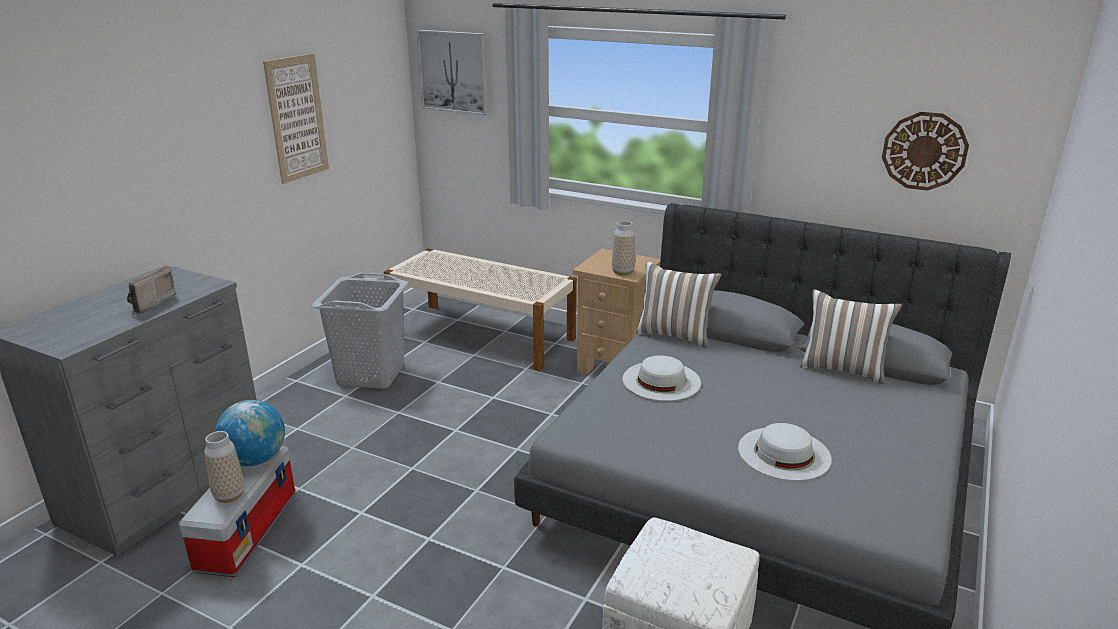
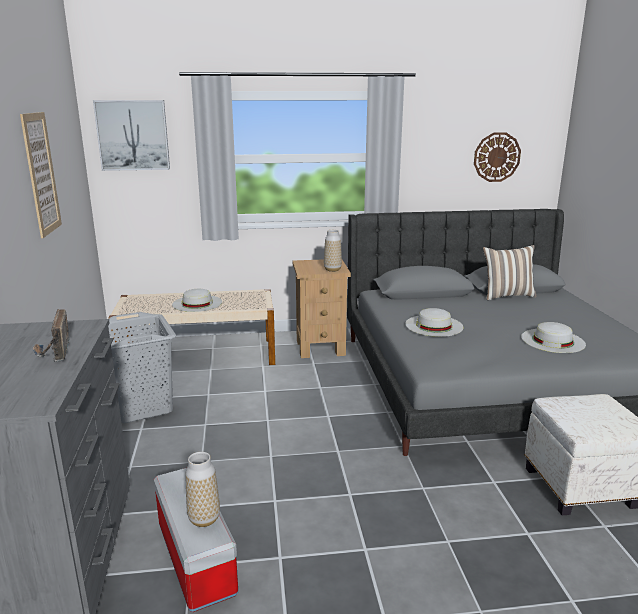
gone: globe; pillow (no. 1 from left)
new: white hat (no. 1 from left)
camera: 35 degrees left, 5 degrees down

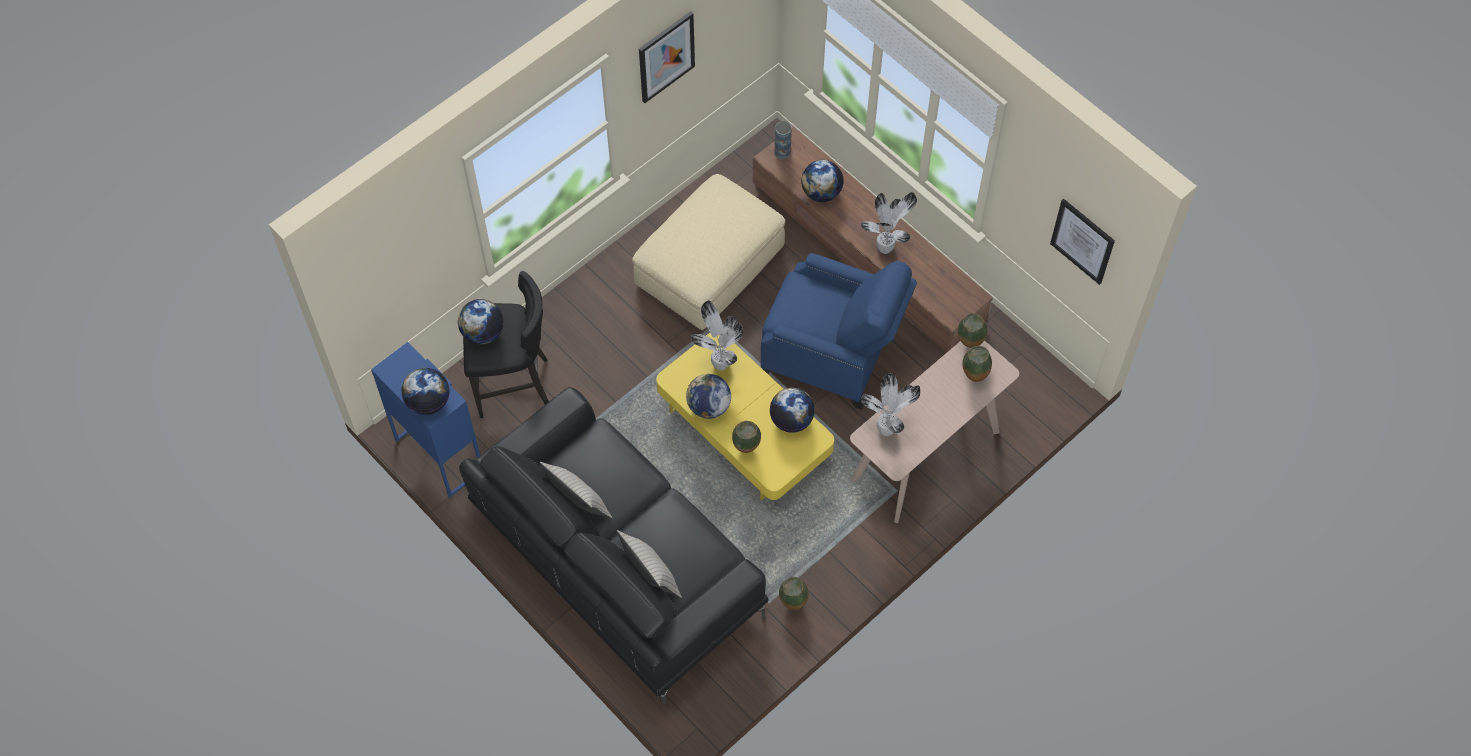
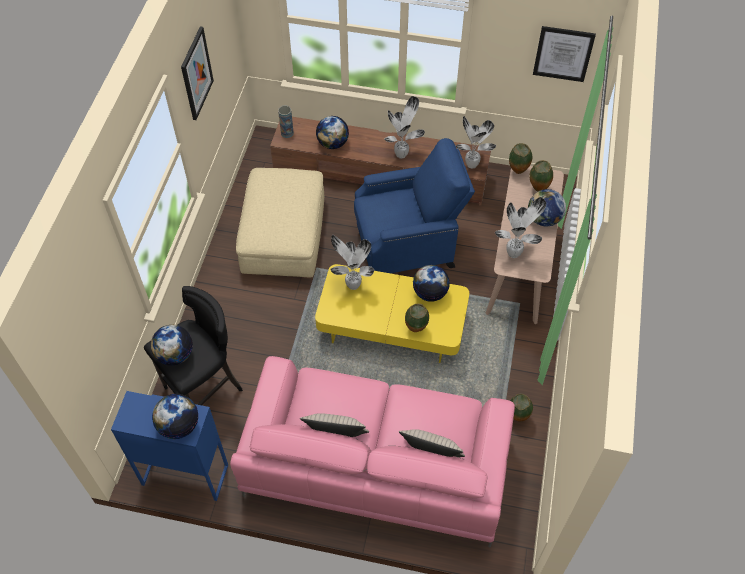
new: potted plant (no. 3 from left)
shifted: globe (no. 3 from left in the first image) to globe (no. 5 from left)
repainted: black sofa to pink sofa
camera: 35 degrees left, 5 degrees down

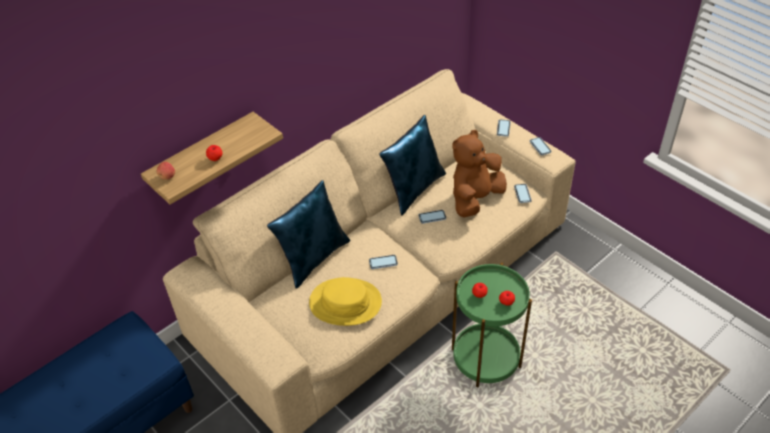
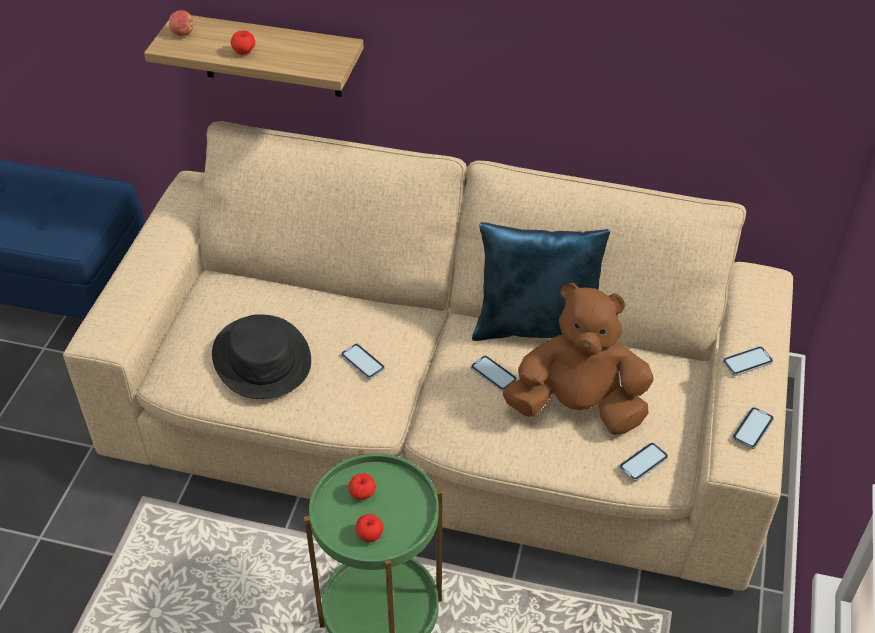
gone: blue pillow (no. 1 from left)
repainted: yellow hat to black hat
camera: 55 degrees right, 0 degrees up

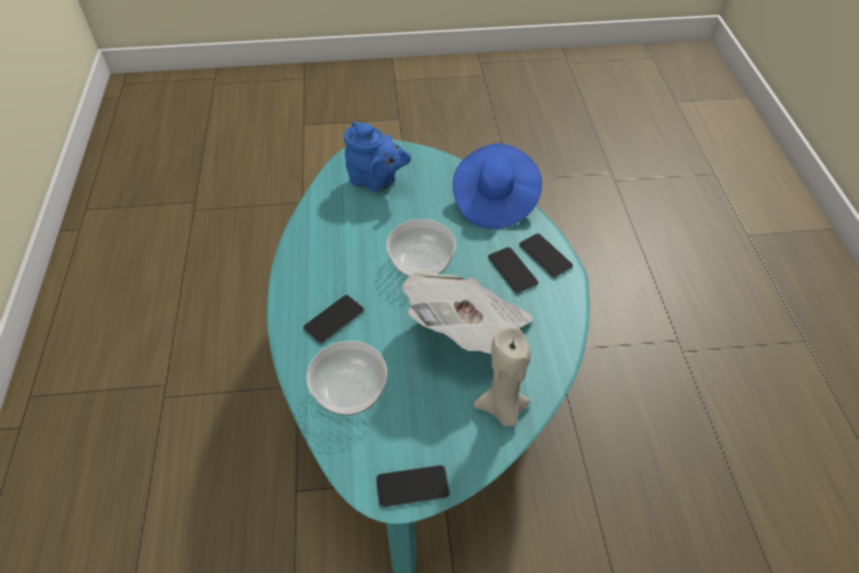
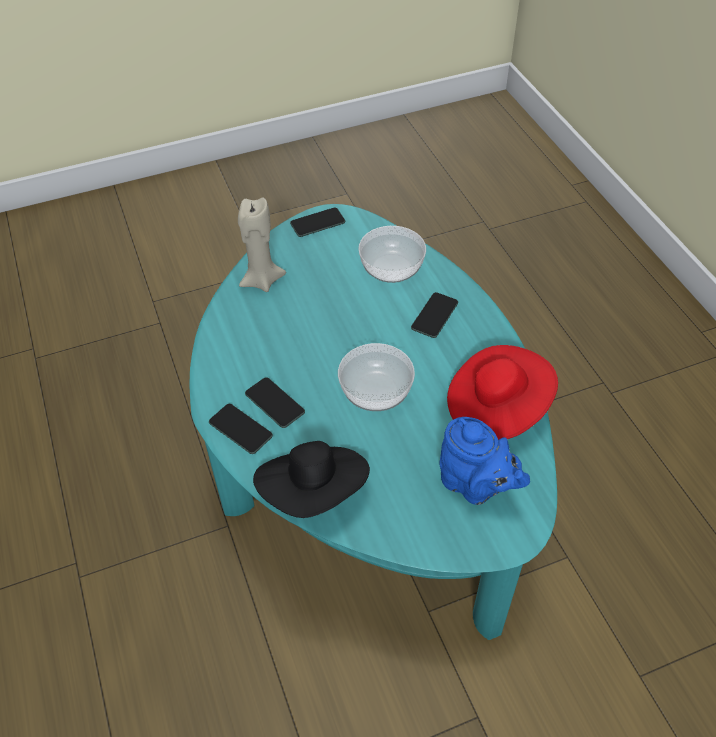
gone: newspaper
new: red hat
repainted: blue hat to black hat
rotated: blue teapot 150 degrees counterclockwise
camera: 165 degrees right, 0 degrees up

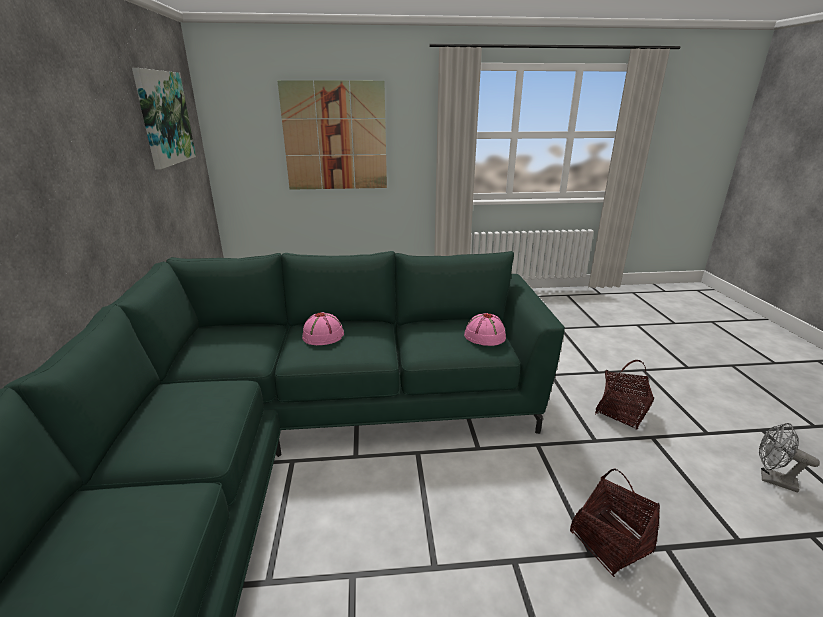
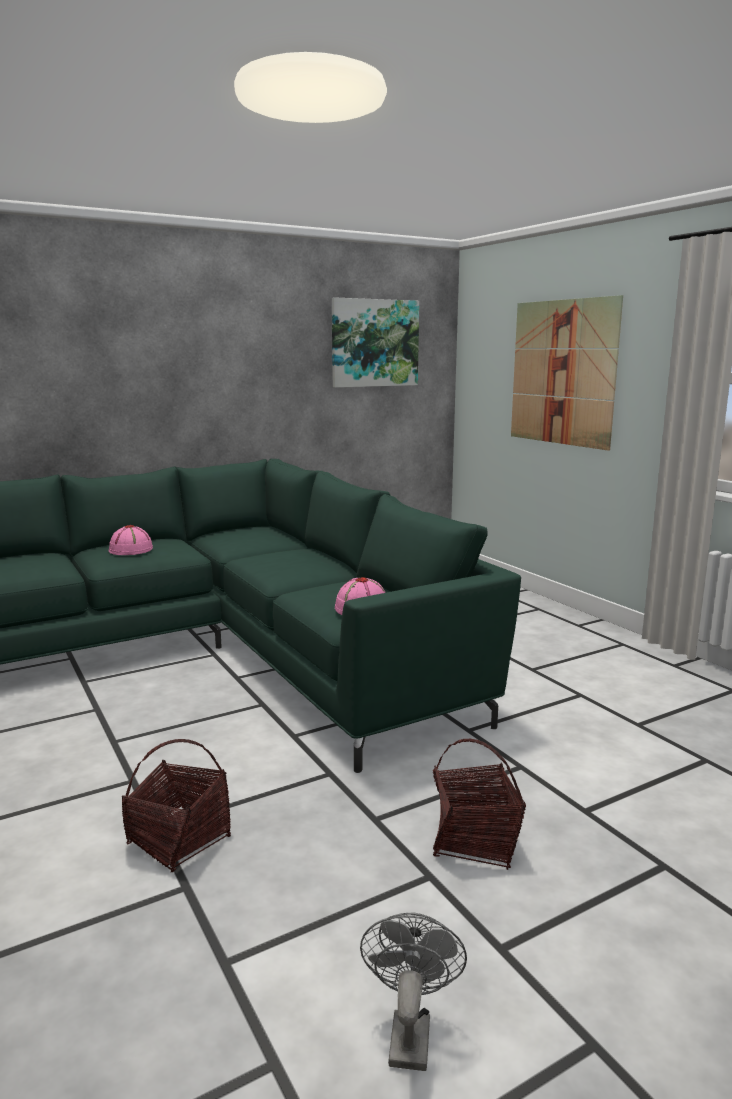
shifted: pink hat (no. 1 from left)
camera: 65 degrees right, 10 degrees down

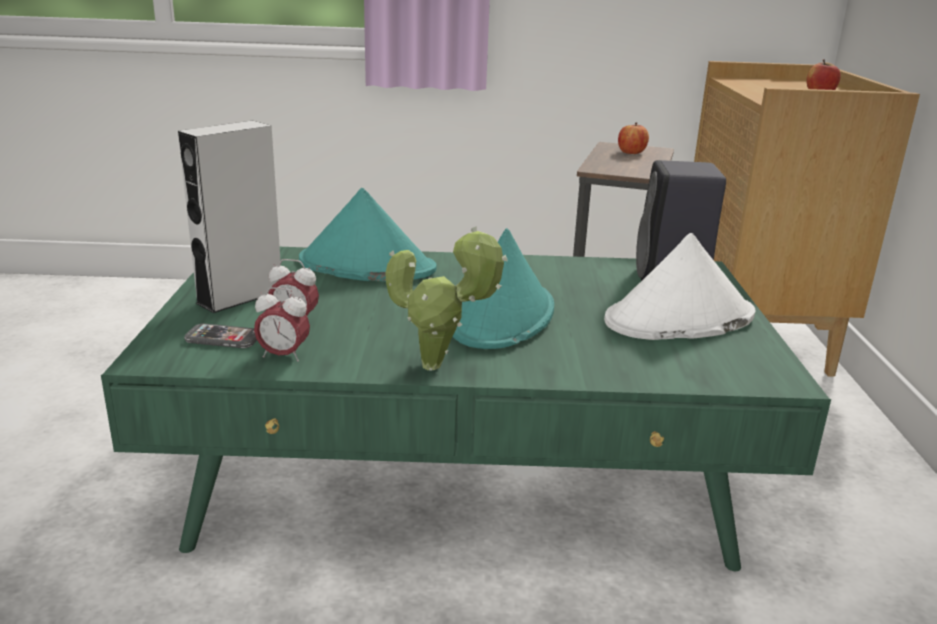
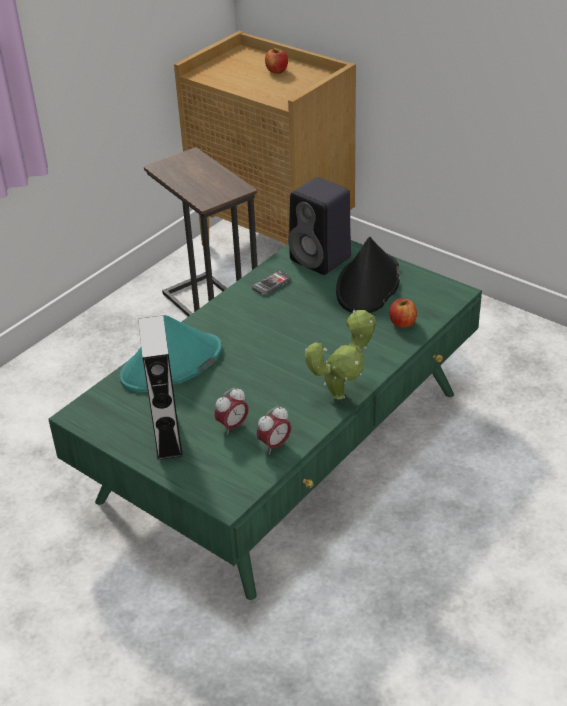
gone: turquoise hat (no. 2 from left)
shifted: phone; apple (no. 1 from left in the first image) to apple (no. 2 from left)
repainted: white hat to black hat
camera: 50 degrees left, 15 degrees up

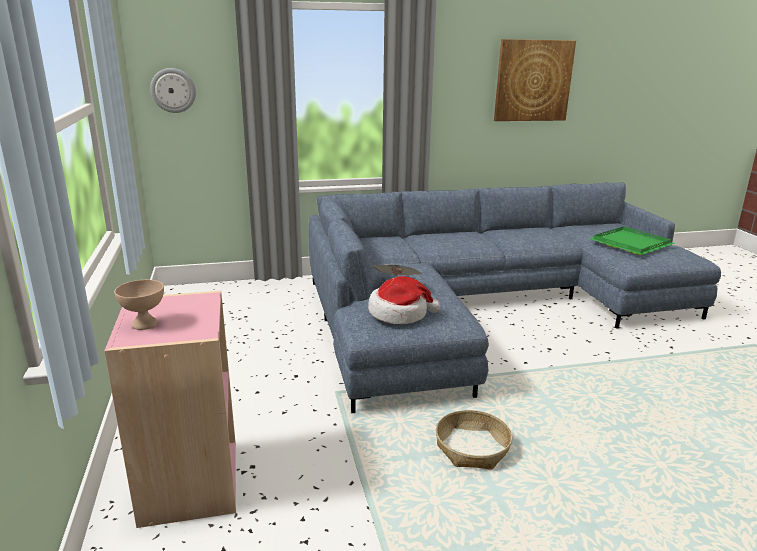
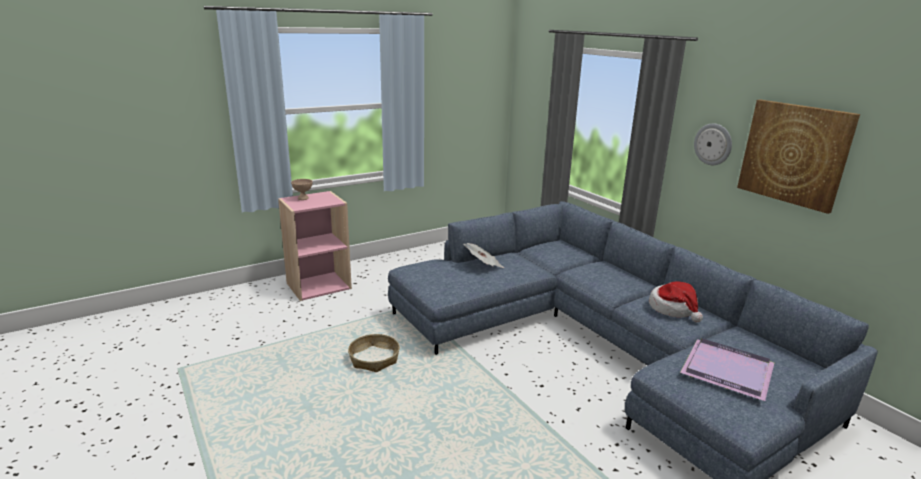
shifted: hat; wall clock
repainted: green tray to purple tray
camera: 70 degrees right, 0 degrees up

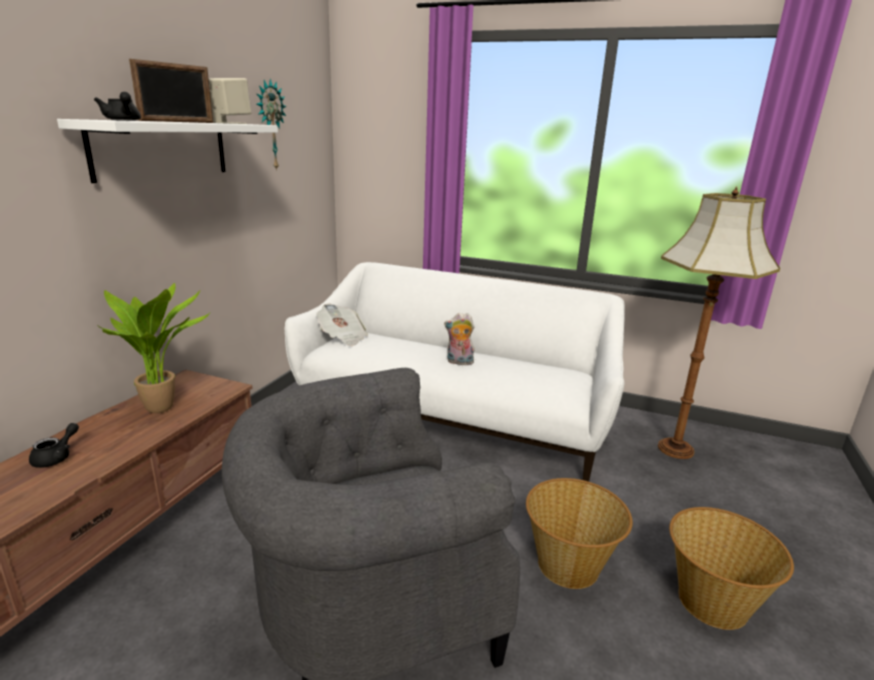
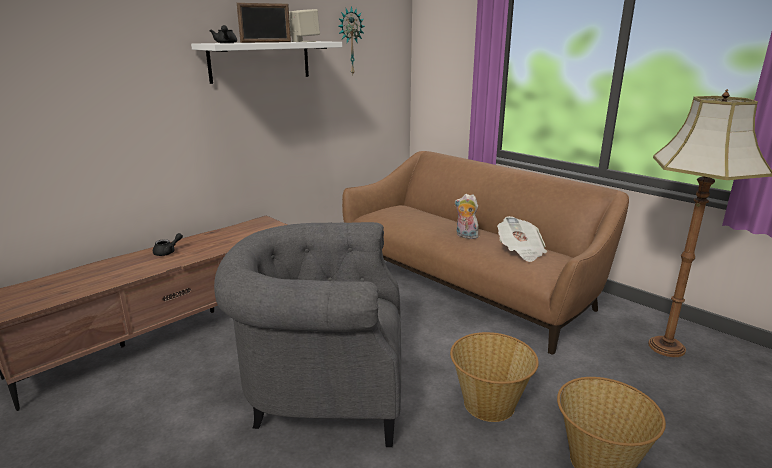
gone: potted plant
shifted: newspaper
repainted: white sofa to brown sofa
camera: 25 degrees right, 0 degrees up

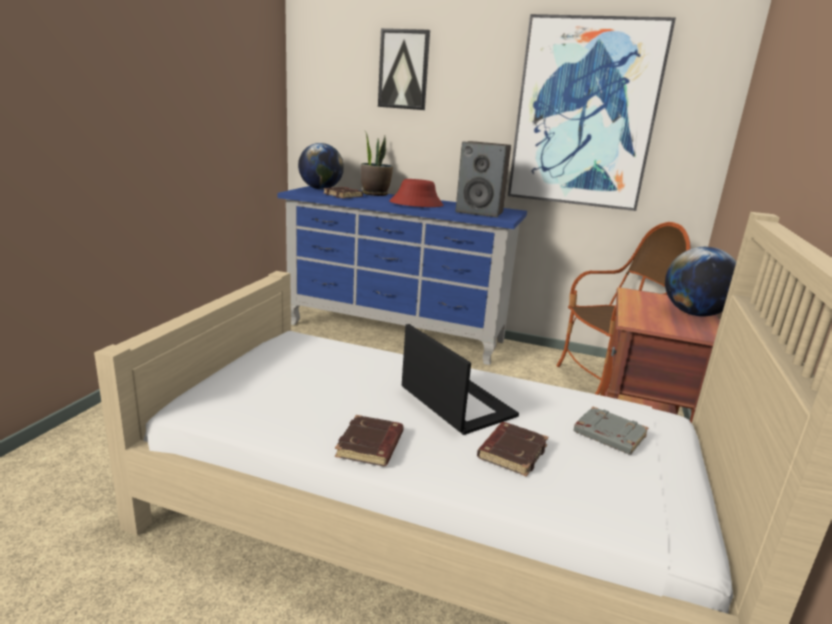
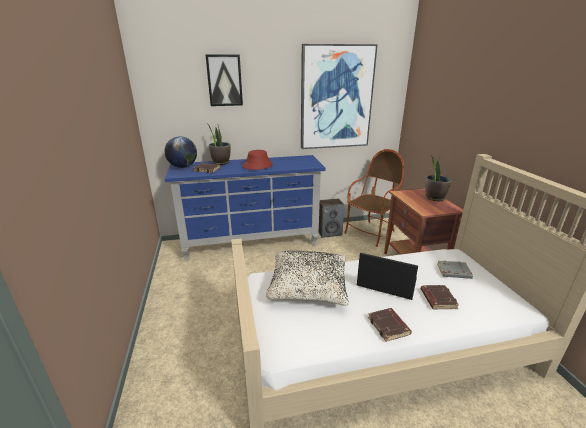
new: beige pillow
shifted: speaker
swapped: globe (no. 2 from left) to potted plant (no. 2 from left)
camera: 30 degrees left, 5 degrees up

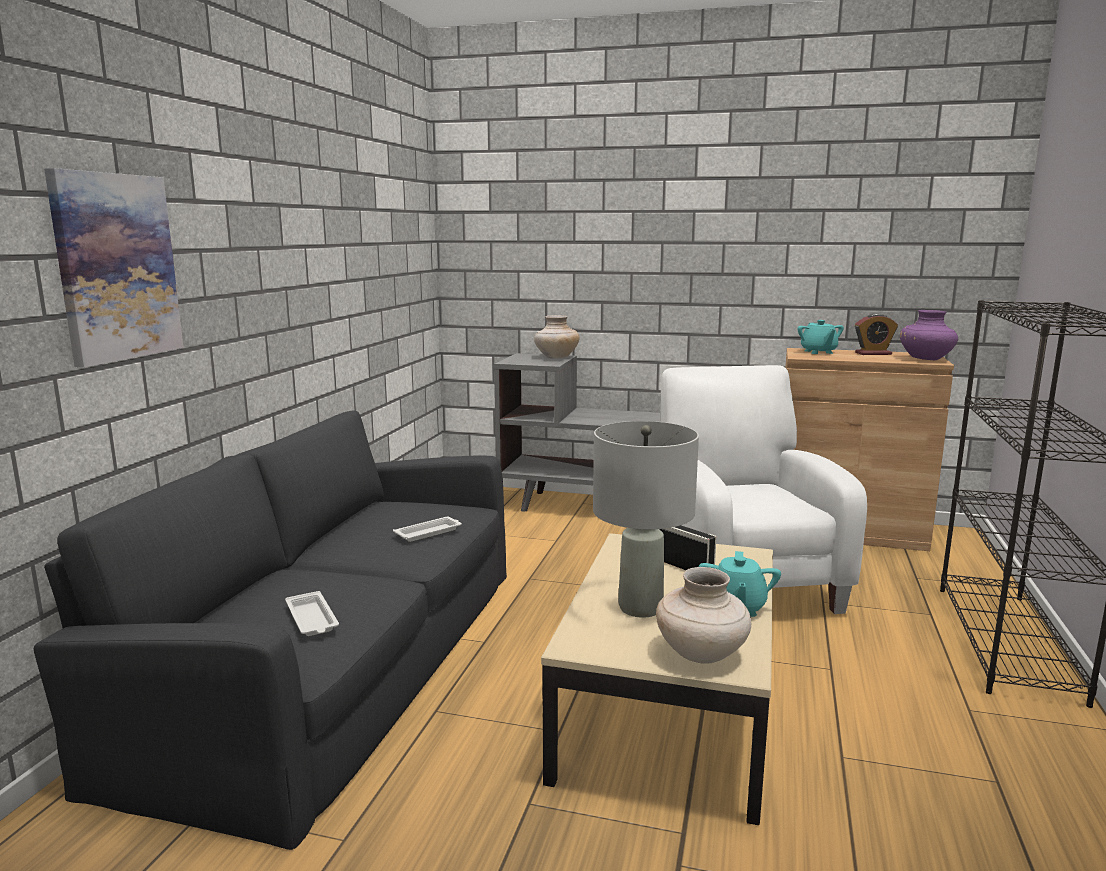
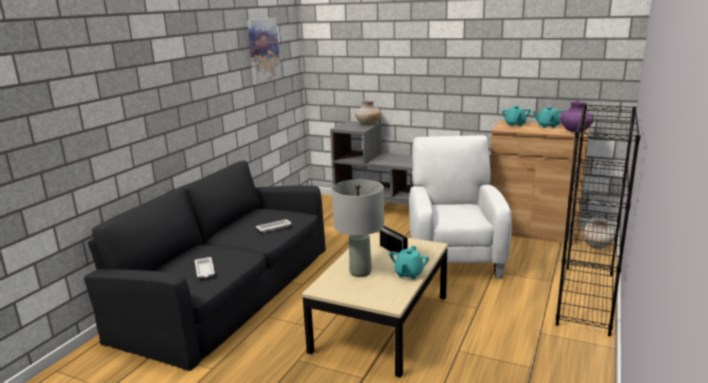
shifted: picture; beige vase (no. 2 from left)
swapped: alarm clock to turquoise teapot (no. 3 from left)
camera: 10 degrees right, 5 degrees up

